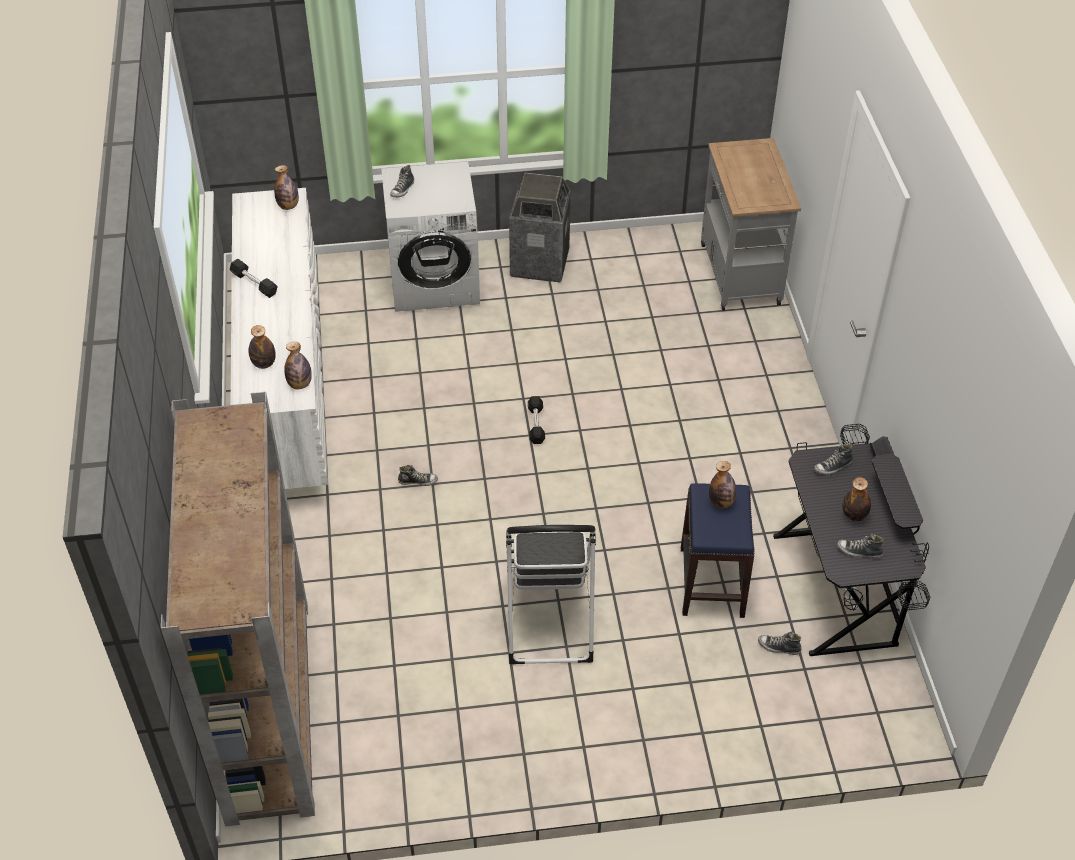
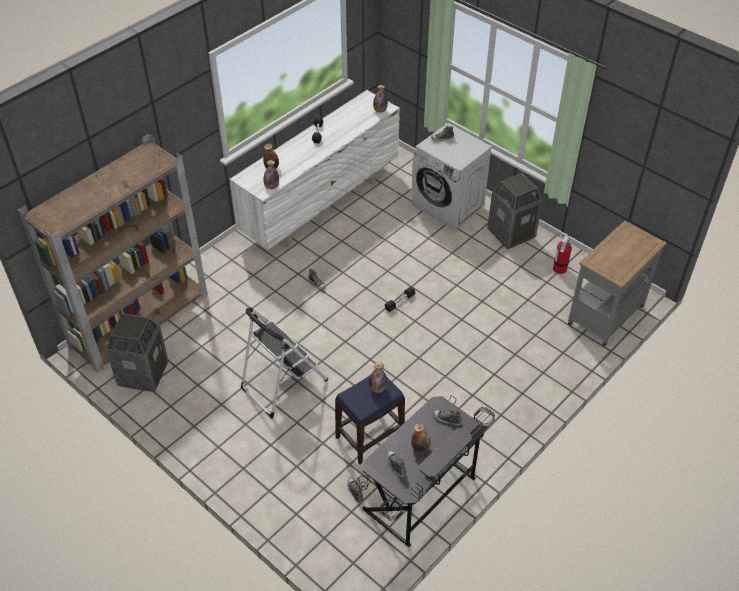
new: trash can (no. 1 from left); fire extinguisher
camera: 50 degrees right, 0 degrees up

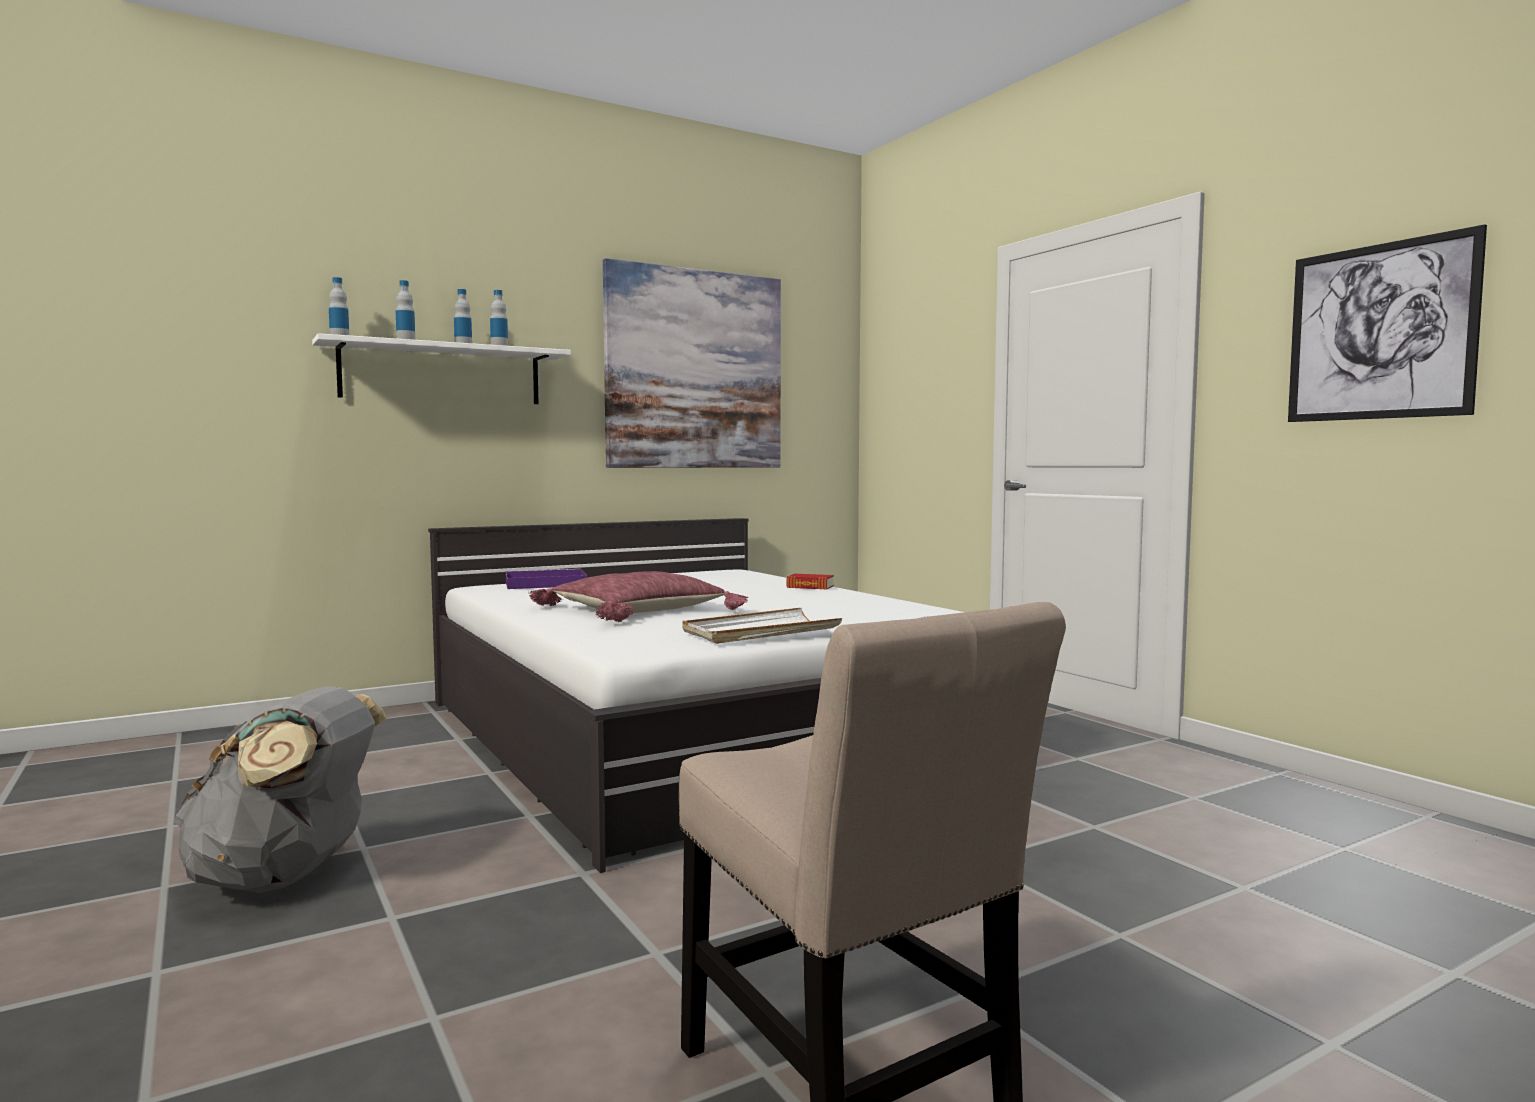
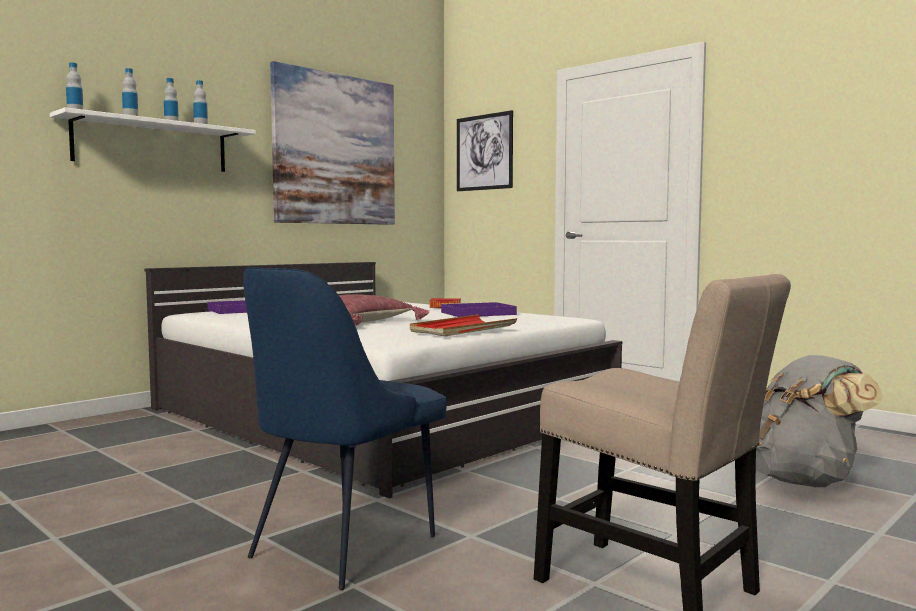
new: blue chair; purple tray (no. 2 from left)
shifted: picture (no. 2 from left); grey backpack
repainted: white tray to red tray
camera: 15 degrees left, 0 degrees up

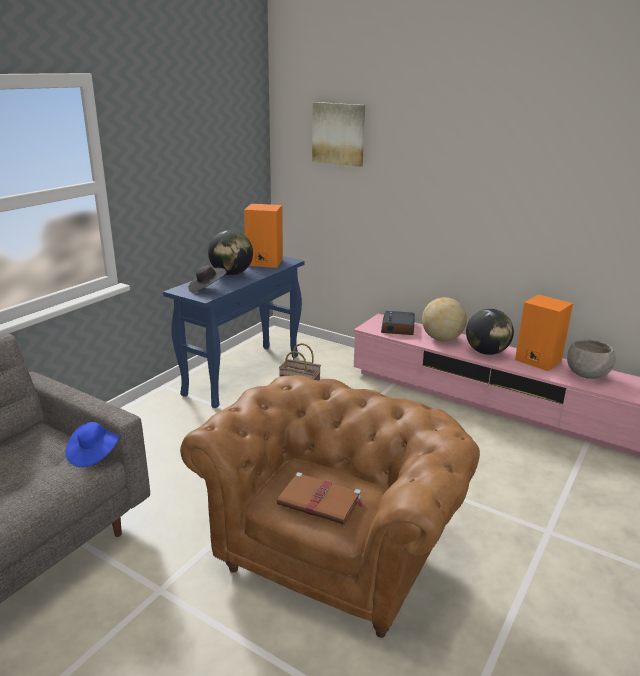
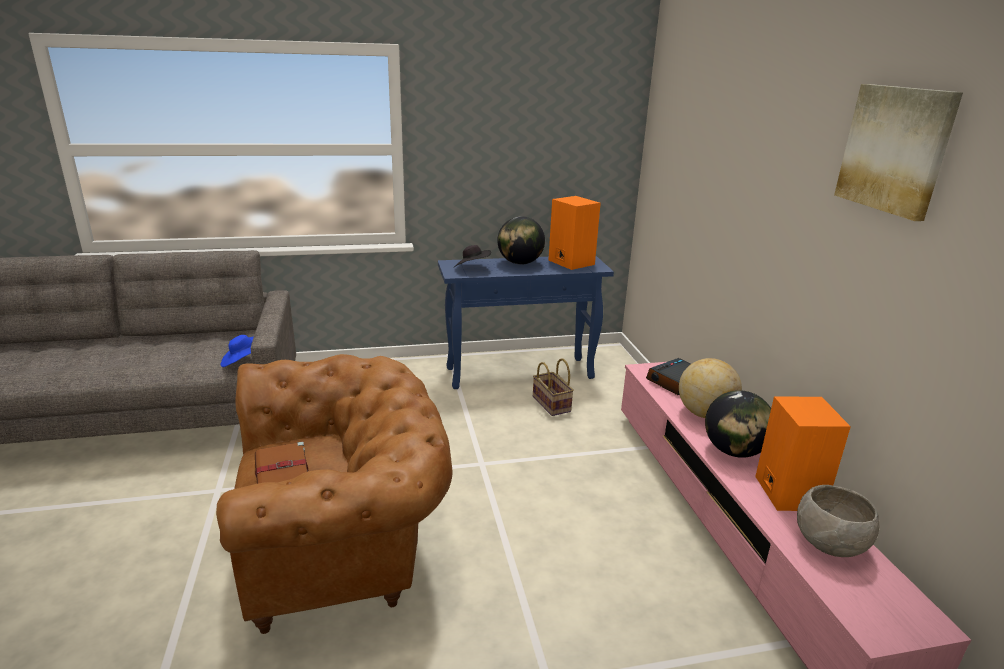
shifted: picture
camera: 45 degrees right, 0 degrees up

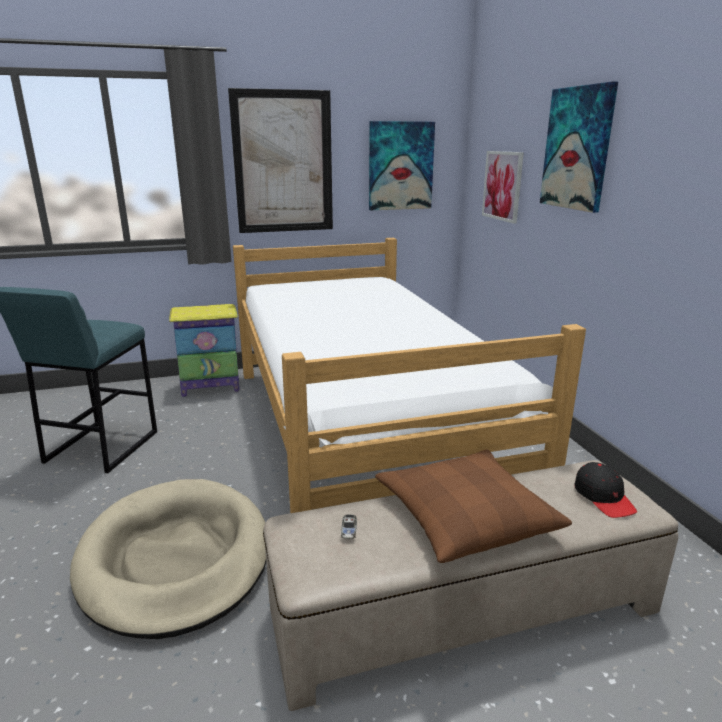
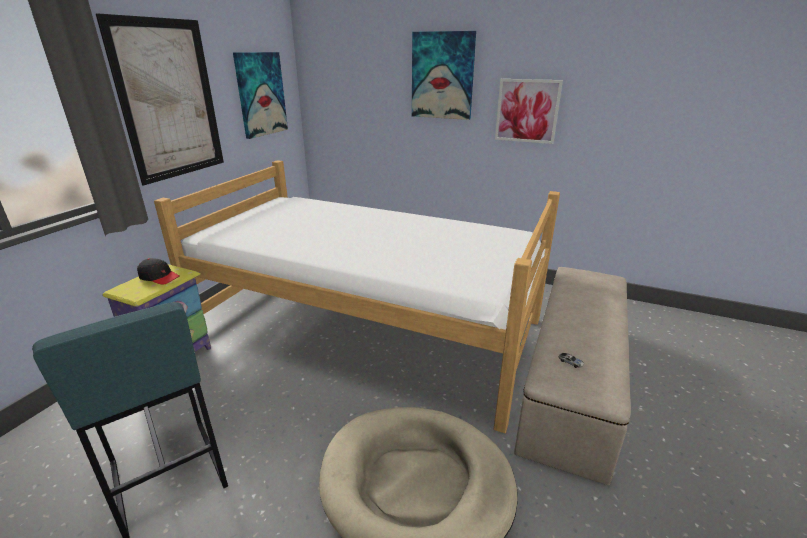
gone: brown pillow
shifted: black cap; picture (no. 3 from left in the first image) to picture (no. 4 from left)
camera: 50 degrees left, 5 degrees up

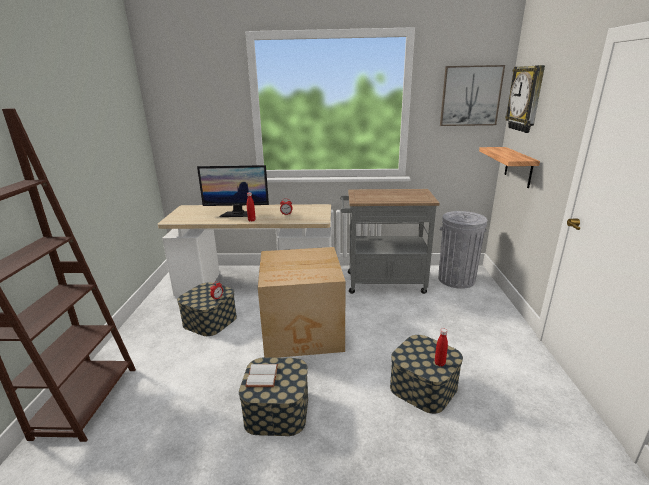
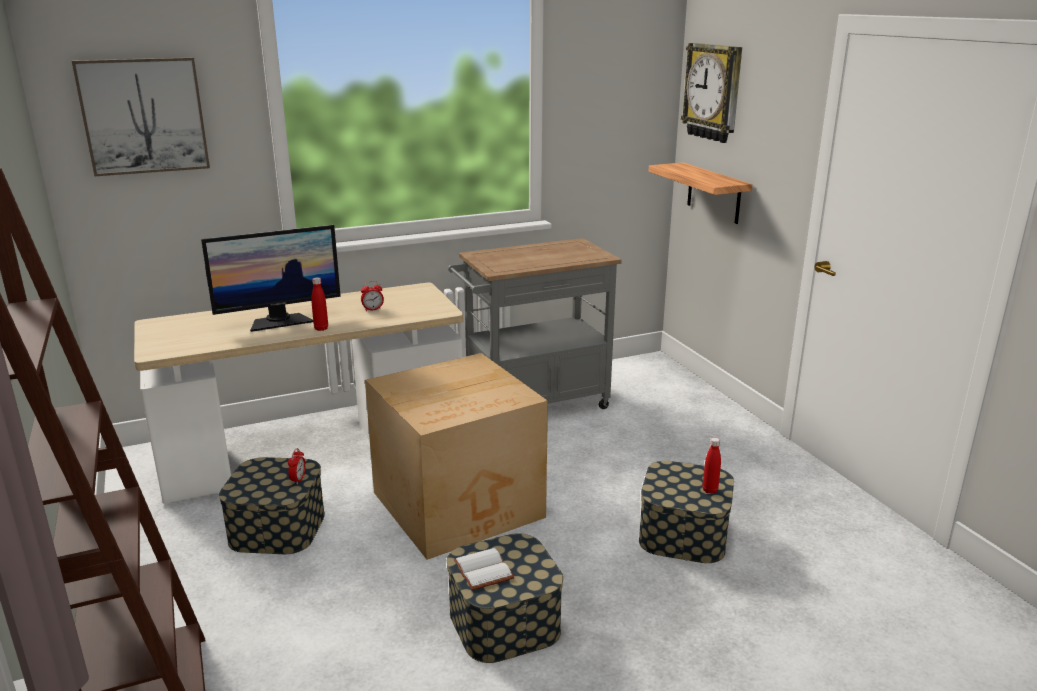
gone: grey trash can
shifted: picture
camera: 25 degrees left, 0 degrees up

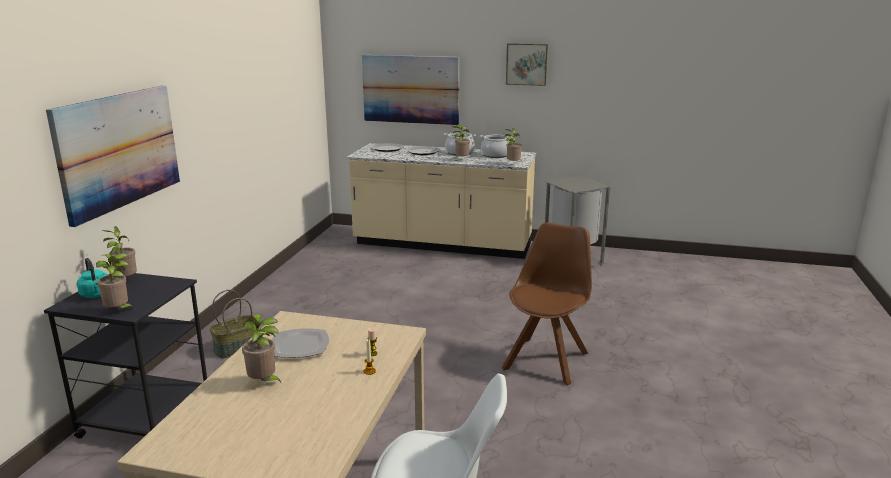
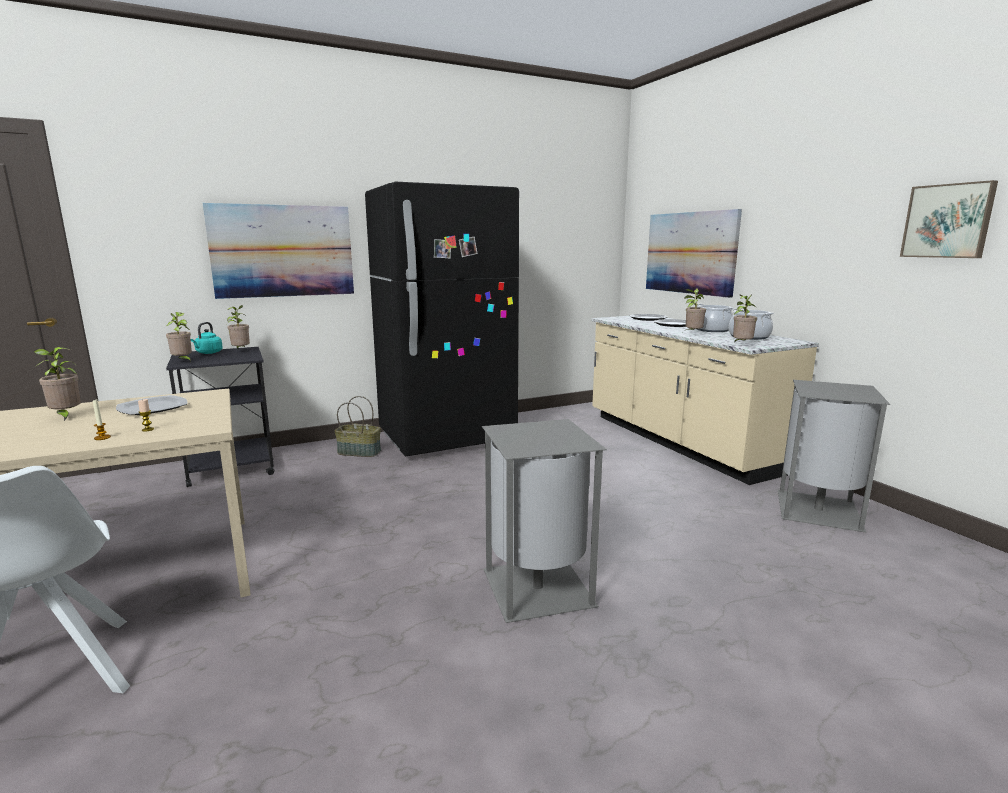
new: black fridge
shifted: picture (no. 3 from left)
swapped: brown chair to grey trash can (no. 1 from left)
camera: 50 degrees right, 5 degrees down

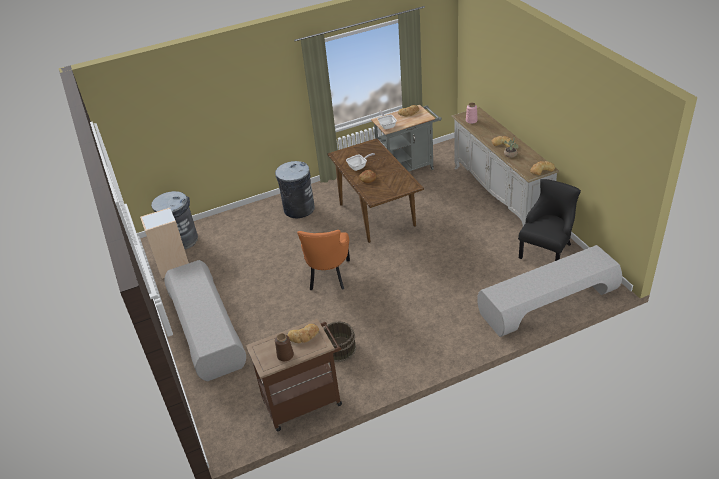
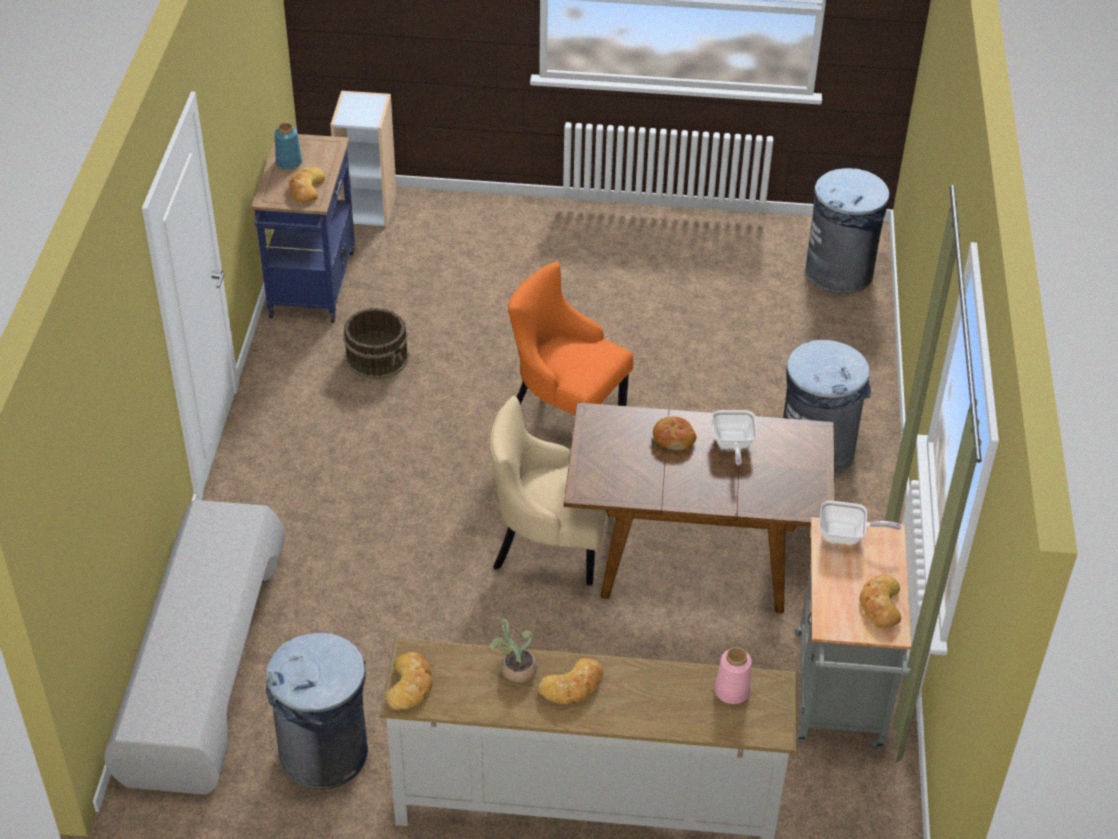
gone: grey bench (no. 1 from left)
new: beige chair
shifted: bookcase
swapped: black chair to grey trash can (no. 1 from left)
repainted: brown cart to blue cart; brown vase to blue vase
camera: 115 degrees right, 5 degrees up

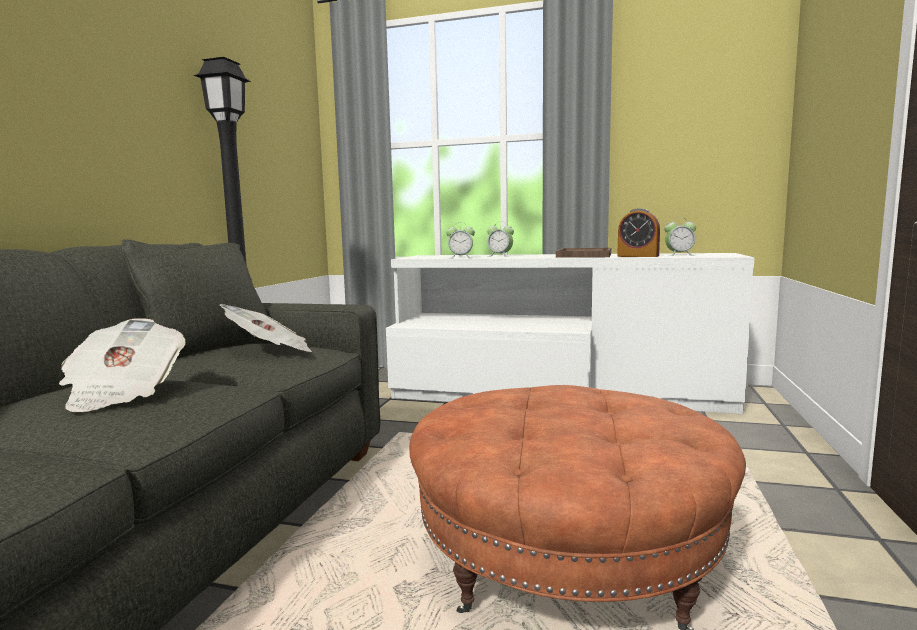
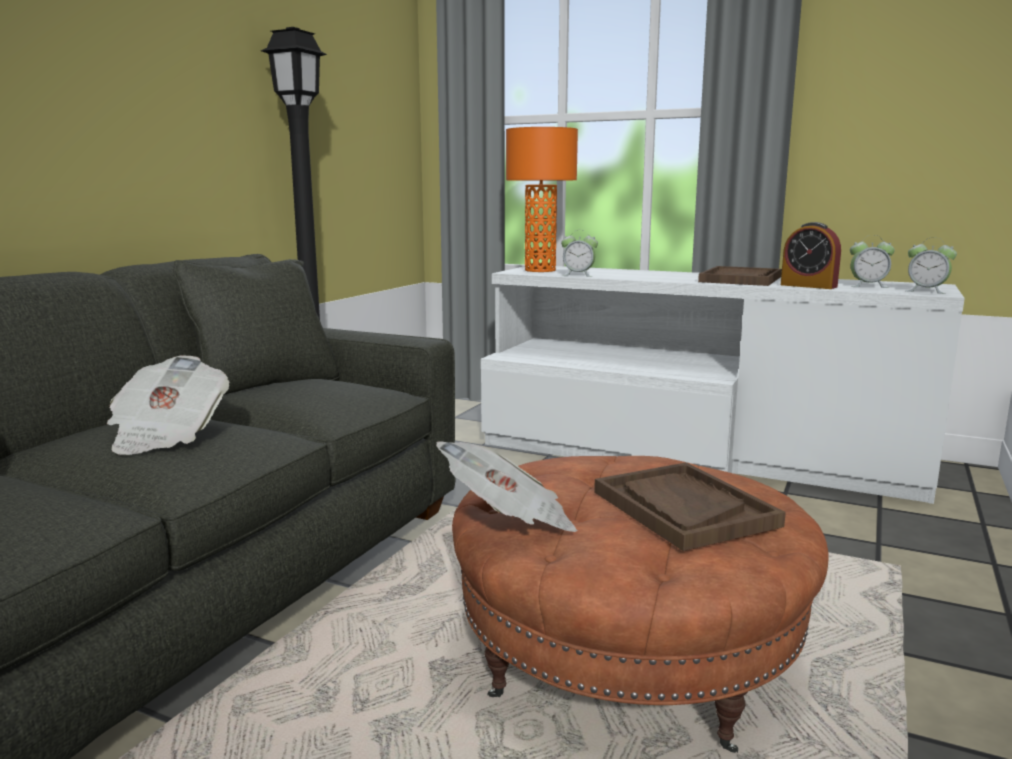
new: orange table lamp; brown tray (no. 1 from left)
shifted: newspaper (no. 2 from left); alarm clock (no. 2 from left in the first image) to alarm clock (no. 4 from left)
camera: 10 degrees right, 5 degrees up

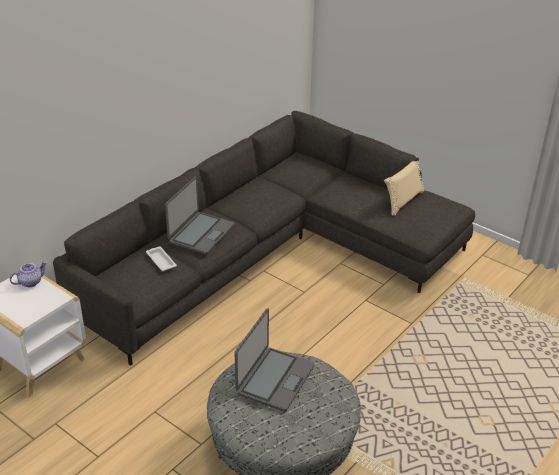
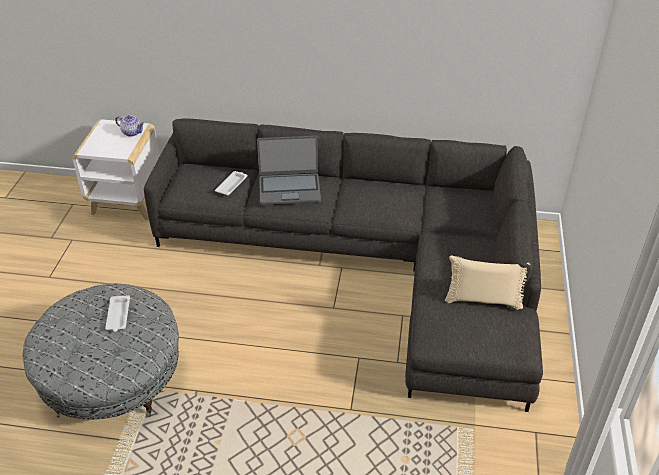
swapped: laptop (no. 2 from left) to white tray (no. 1 from left)
camera: 60 degrees right, 5 degrees up

